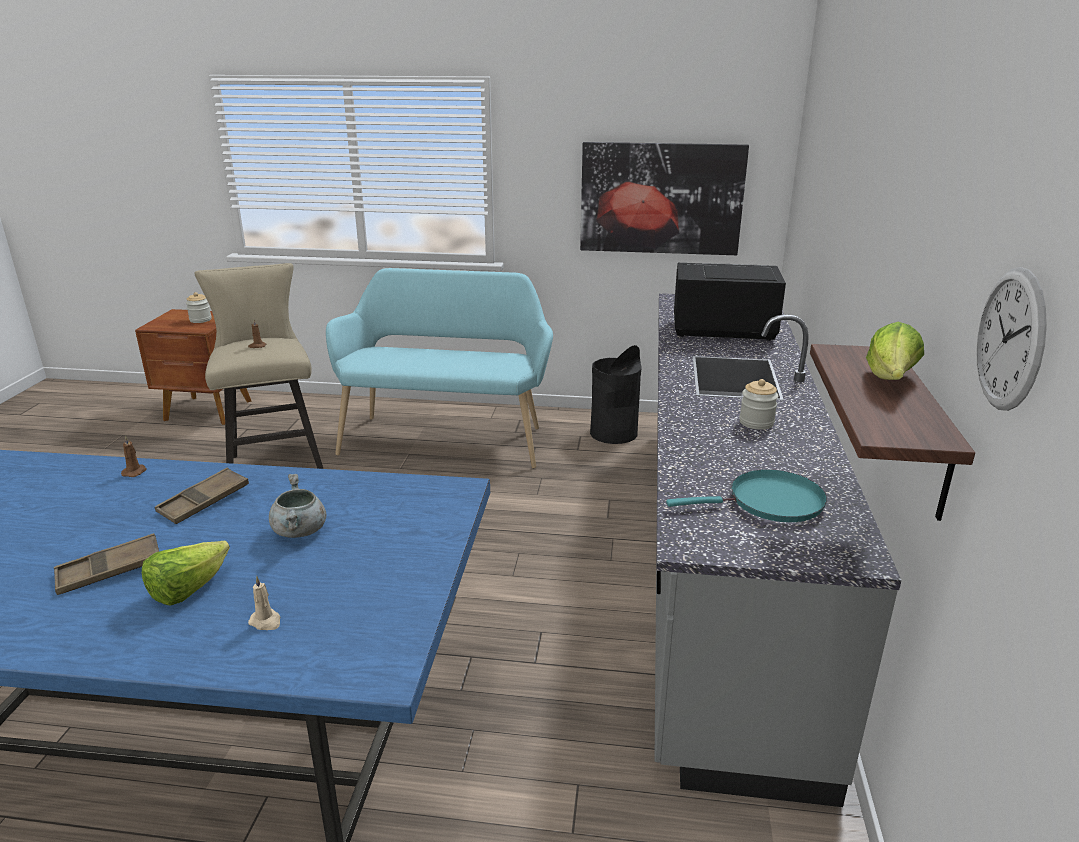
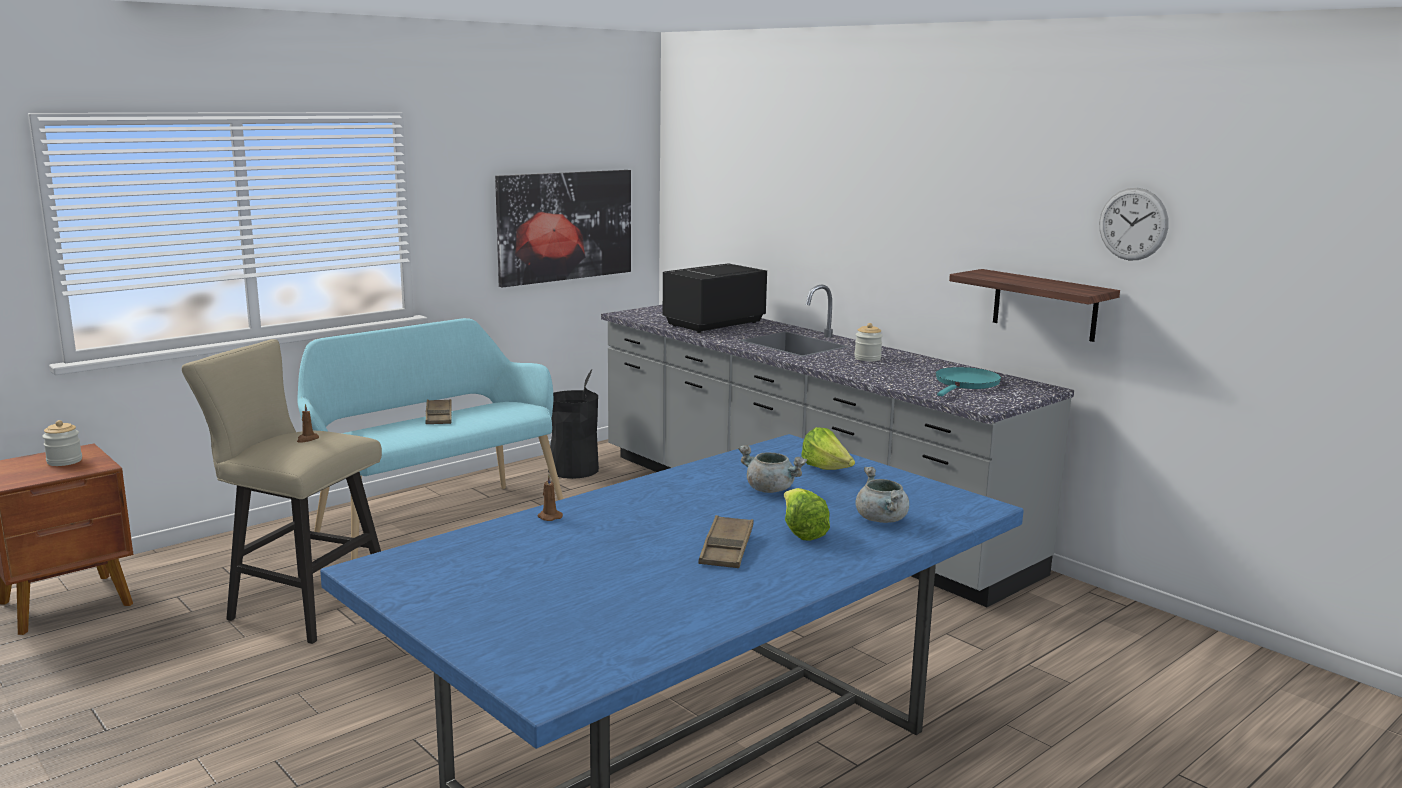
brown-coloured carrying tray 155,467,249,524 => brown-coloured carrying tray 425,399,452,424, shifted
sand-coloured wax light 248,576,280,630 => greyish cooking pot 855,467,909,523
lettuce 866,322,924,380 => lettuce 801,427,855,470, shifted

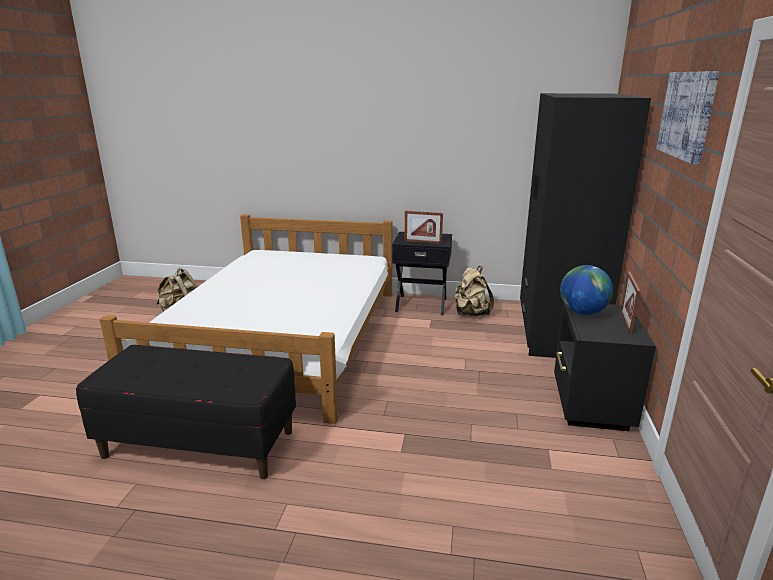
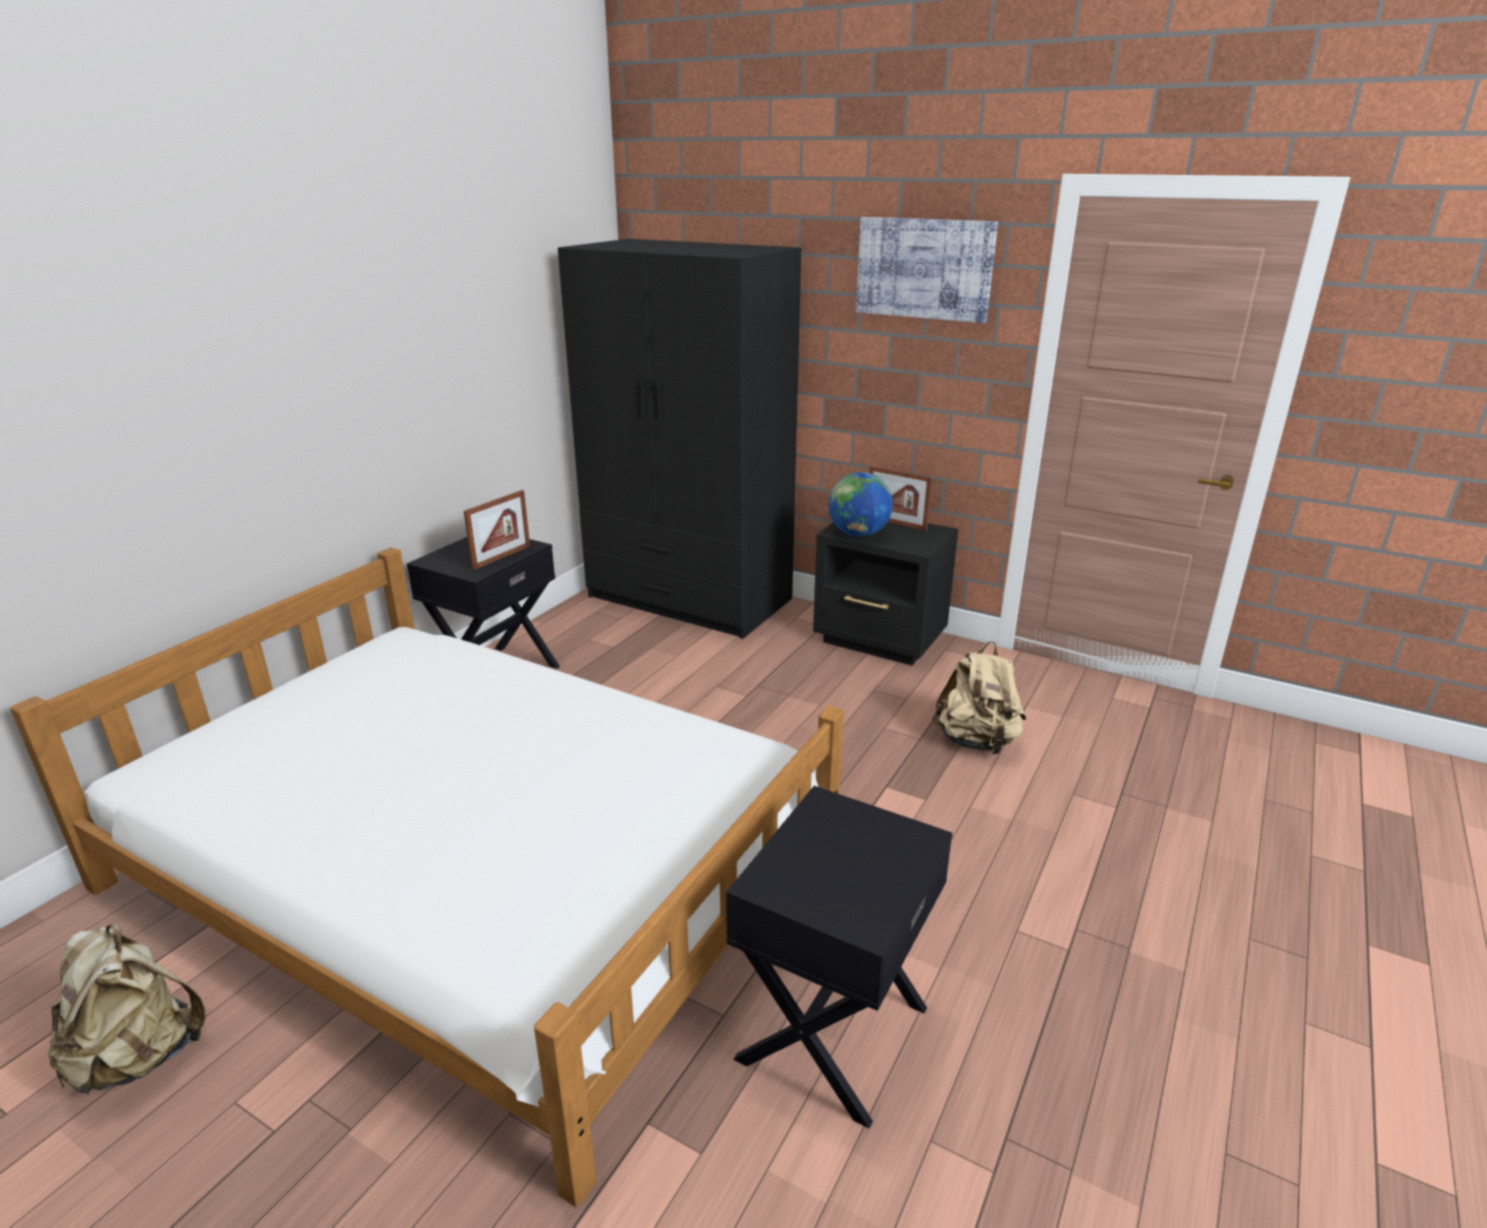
black-coloured bench 76,345,296,479 => black-coloured bedside table 726,786,953,1129
sand-coloured backpack 454,266,494,316 => sand-coloured backpack 932,641,1026,754, shifted

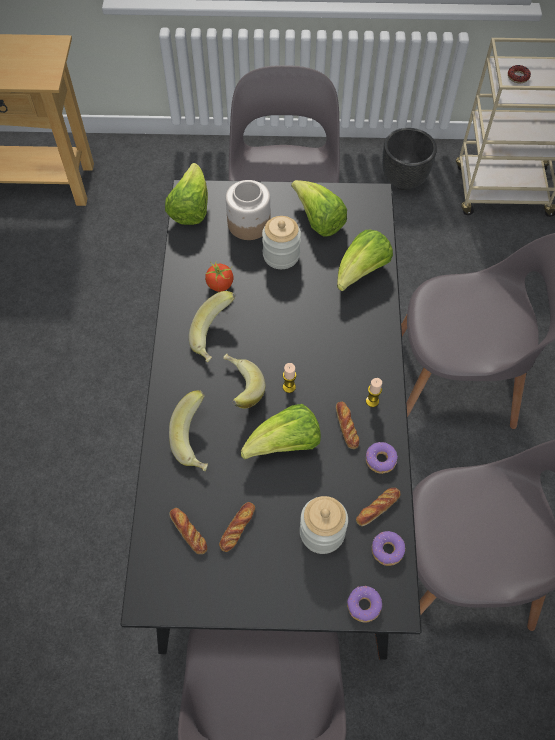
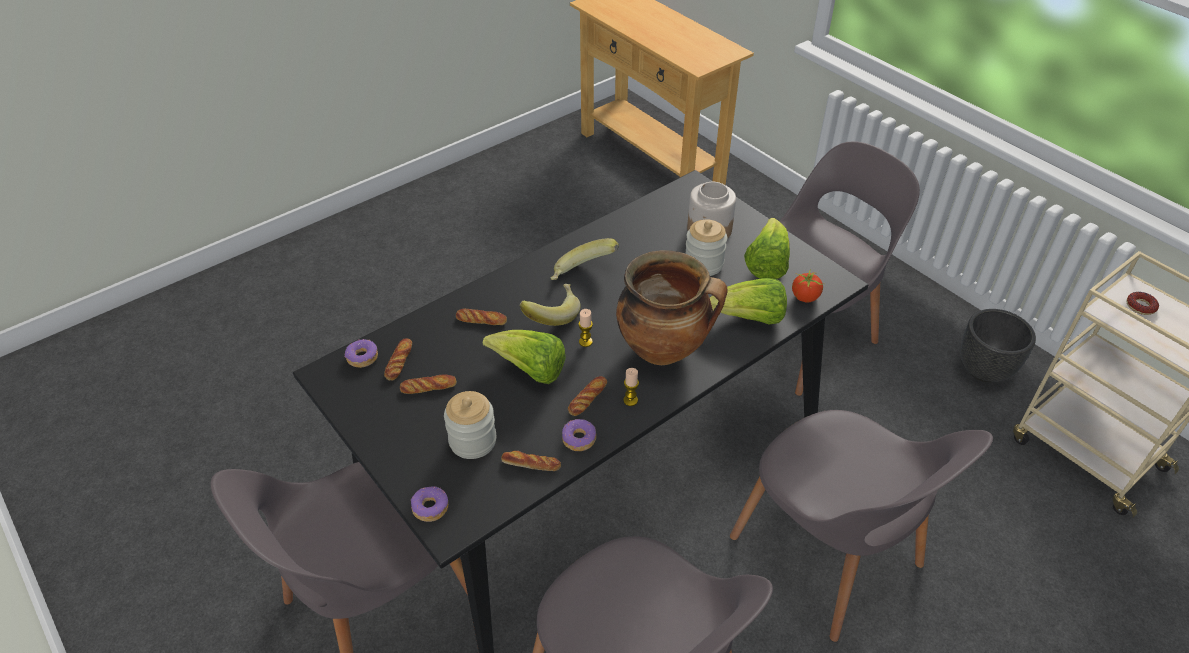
lettuce 165,163,208,225 => nothing
banana 169,390,208,471 => bakery bread 456,309,507,325
fresh tomato 205,261,233,292 => fresh tomato 792,271,823,302, shifted
doughnut 372,531,405,566 => doughnut 344,339,378,368, shifted
nothing => cooking pot 616,250,728,365

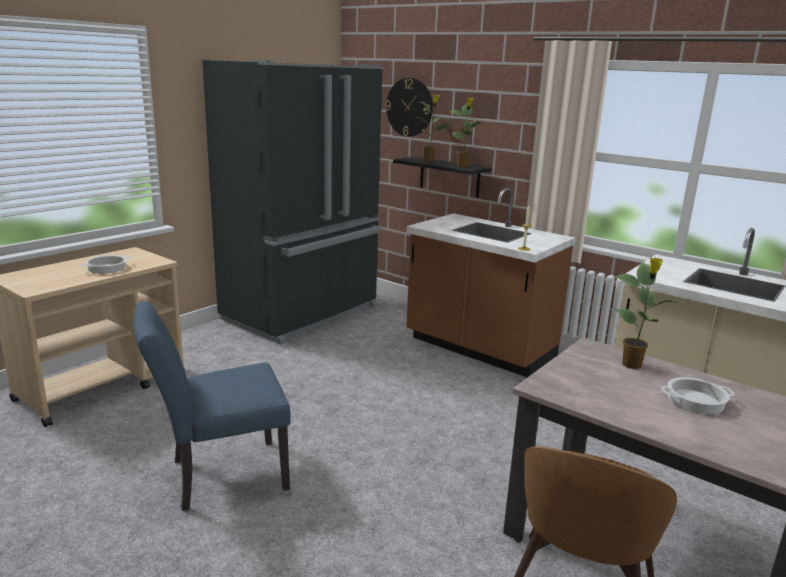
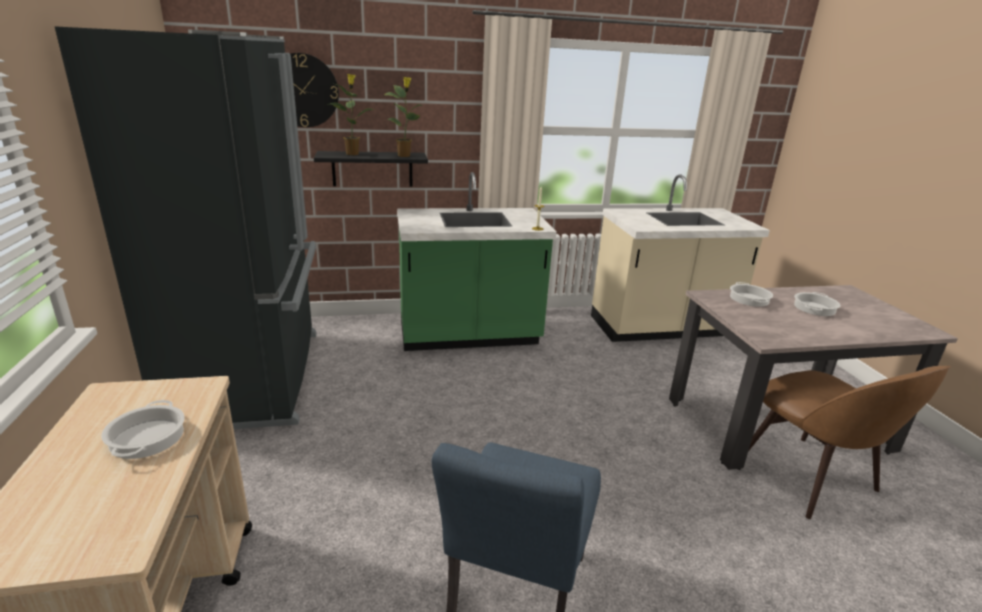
brown-coloured kitchen counter 406,188,576,377 => green-coloured kitchen counter 397,172,557,351
potted plant 614,258,678,369 => cooking pot 730,282,773,307

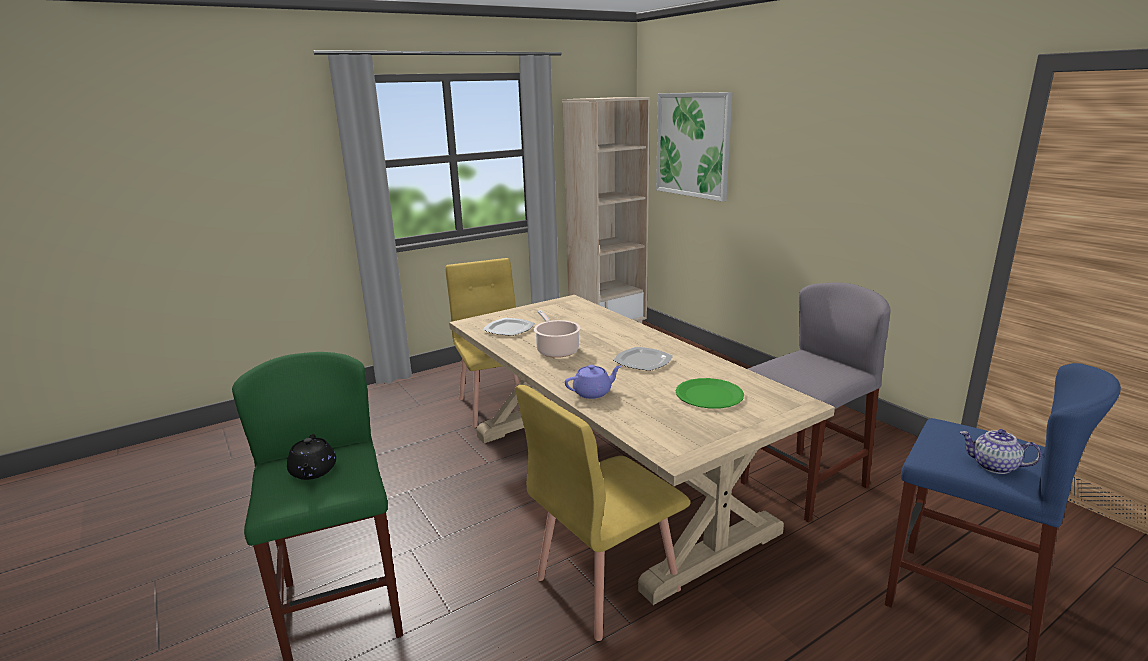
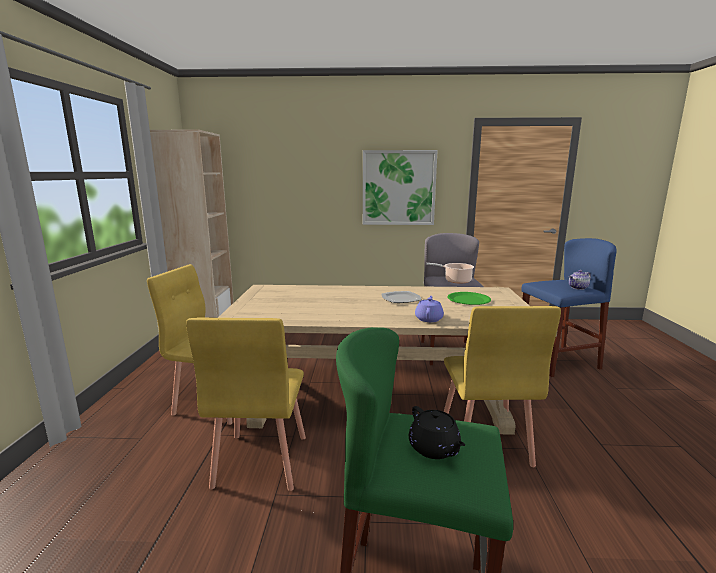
black-coloured tea pot 287,434,336,480 => black-coloured tea pot 409,406,465,459, 45 degrees clockwise
flat dish 483,318,535,336 => nothing
cooking pot 534,310,581,358 => cooking pot 426,263,474,284, shifted
wall art 656,92,733,202 => wall art 363,150,438,225, shifted
nothing => yellow upright chair 186,317,306,491

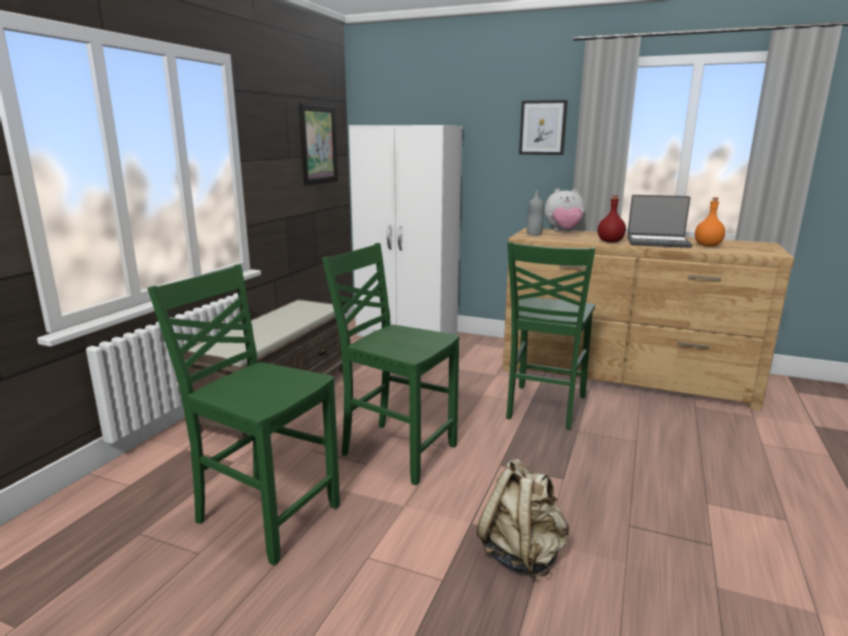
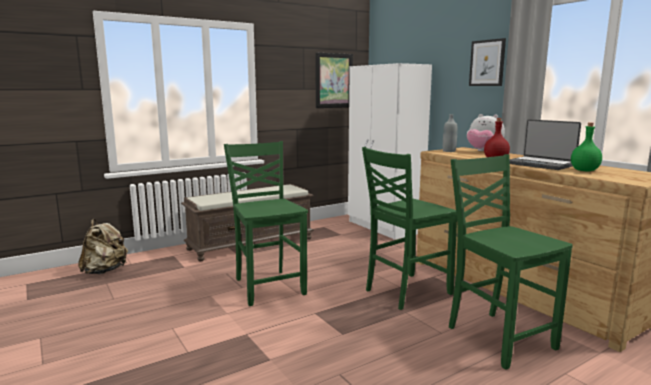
green-coloured upright chair 147,265,340,565 => green-coloured upright chair 449,154,573,370, shifted
sand-coloured backpack 477,459,569,578 => sand-coloured backpack 78,219,128,274, shifted
orange-coloured drink bottle 695,197,725,246 => green-coloured drink bottle 571,123,602,171

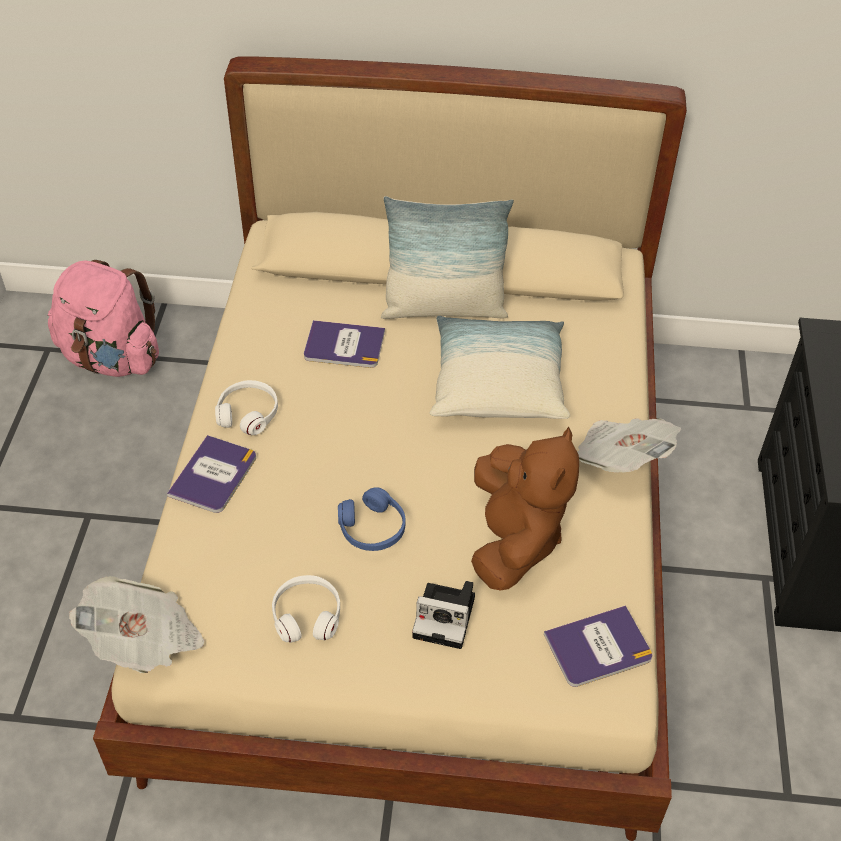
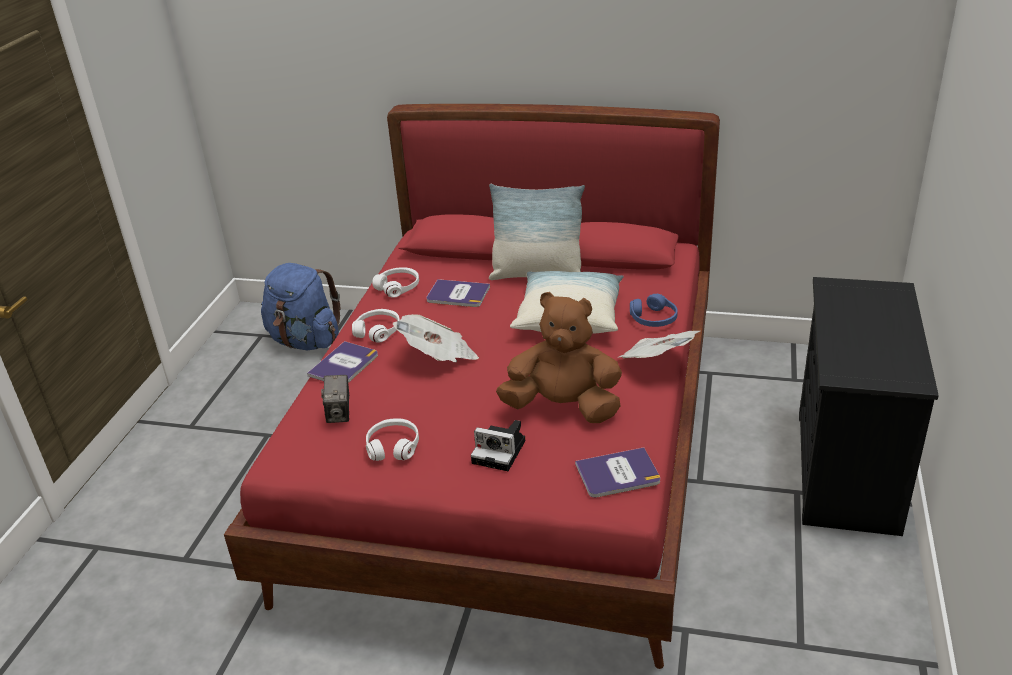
pink-coloured backpack 48,260,159,377 => bluish backpack 261,263,341,350
newspaper 69,576,205,673 => newspaper 393,314,479,363, shifted
sand-coloured sleeping bed 93,57,687,841 => reddish sleeping bed 224,104,720,669
bluish headphones 338,487,405,551 => bluish headphones 630,294,678,327, shifted
brown-coloured plush toy 471,427,579,590 => brown-coloured plush toy 496,292,622,423, 90 degrees counterclockwise
nothing => photo camera 321,375,349,423
nothing => whitish headphones 372,267,419,298

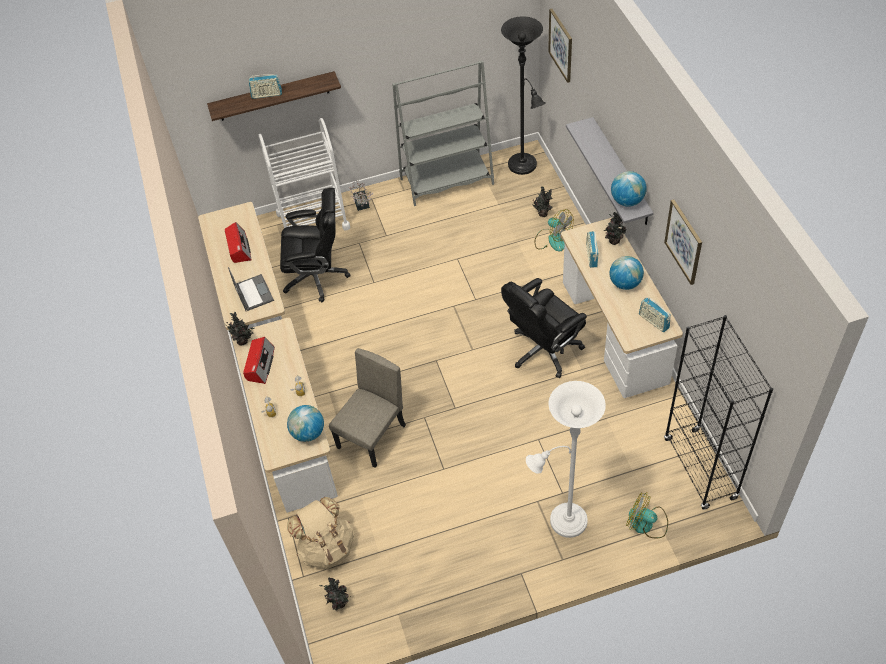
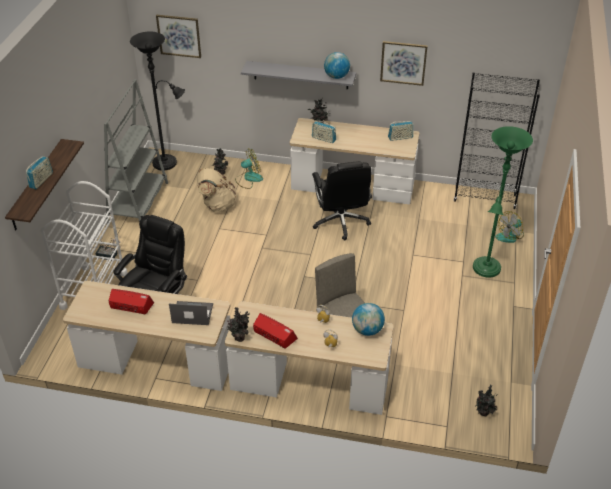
sand-coloured backpack 287,497,354,569 => sand-coloured backpack 197,168,236,212, shifted
whitish floor lamp 526,381,606,538 => green-coloured floor lamp 473,126,533,278
desk globe 610,256,644,290 => nothing

